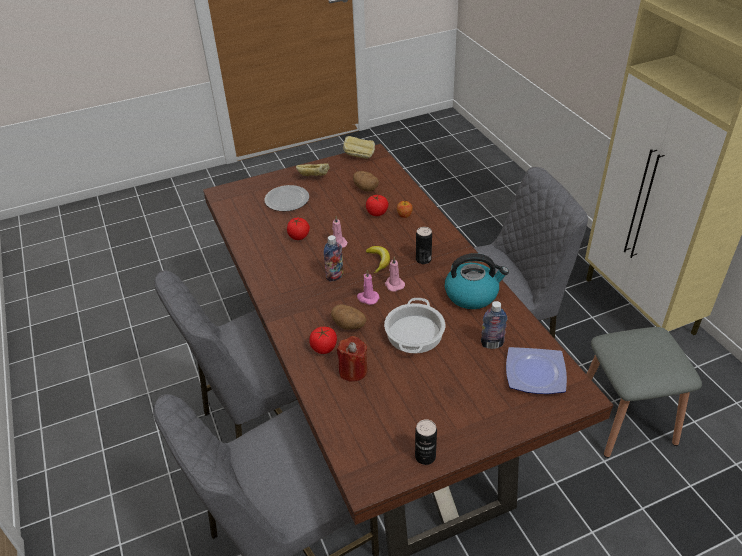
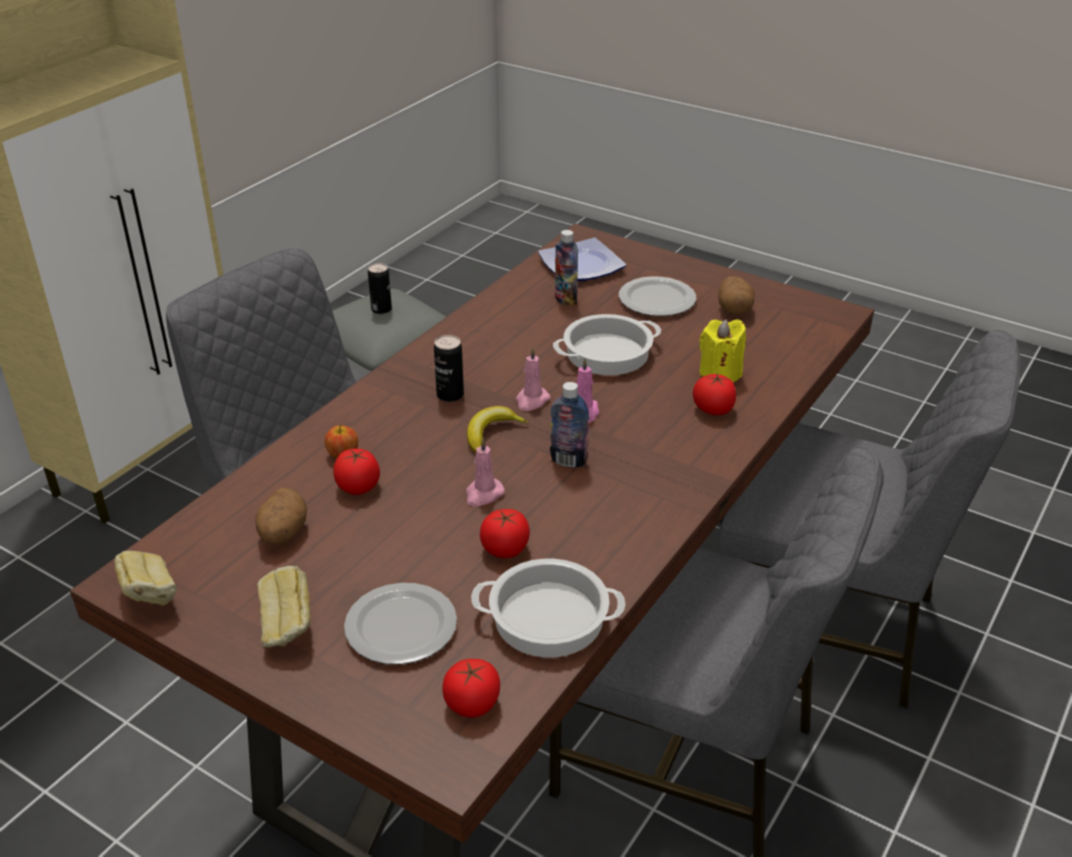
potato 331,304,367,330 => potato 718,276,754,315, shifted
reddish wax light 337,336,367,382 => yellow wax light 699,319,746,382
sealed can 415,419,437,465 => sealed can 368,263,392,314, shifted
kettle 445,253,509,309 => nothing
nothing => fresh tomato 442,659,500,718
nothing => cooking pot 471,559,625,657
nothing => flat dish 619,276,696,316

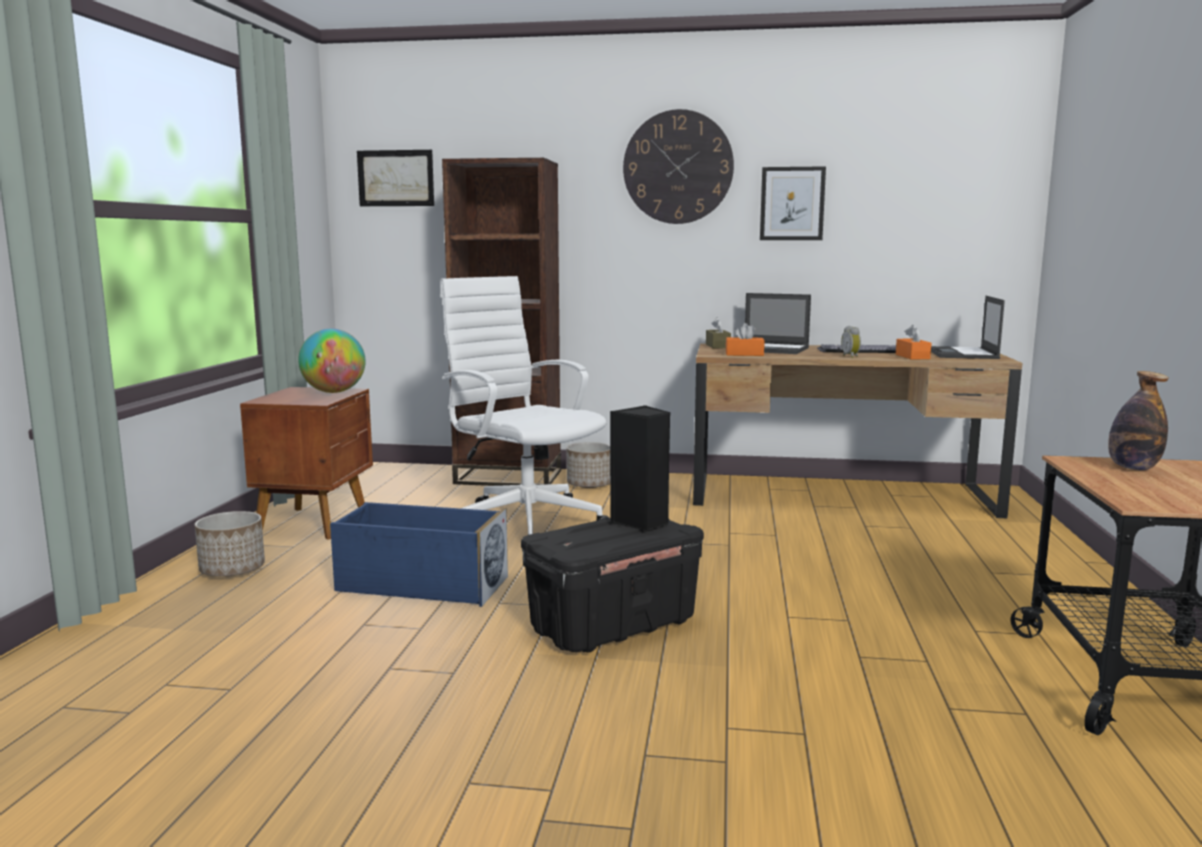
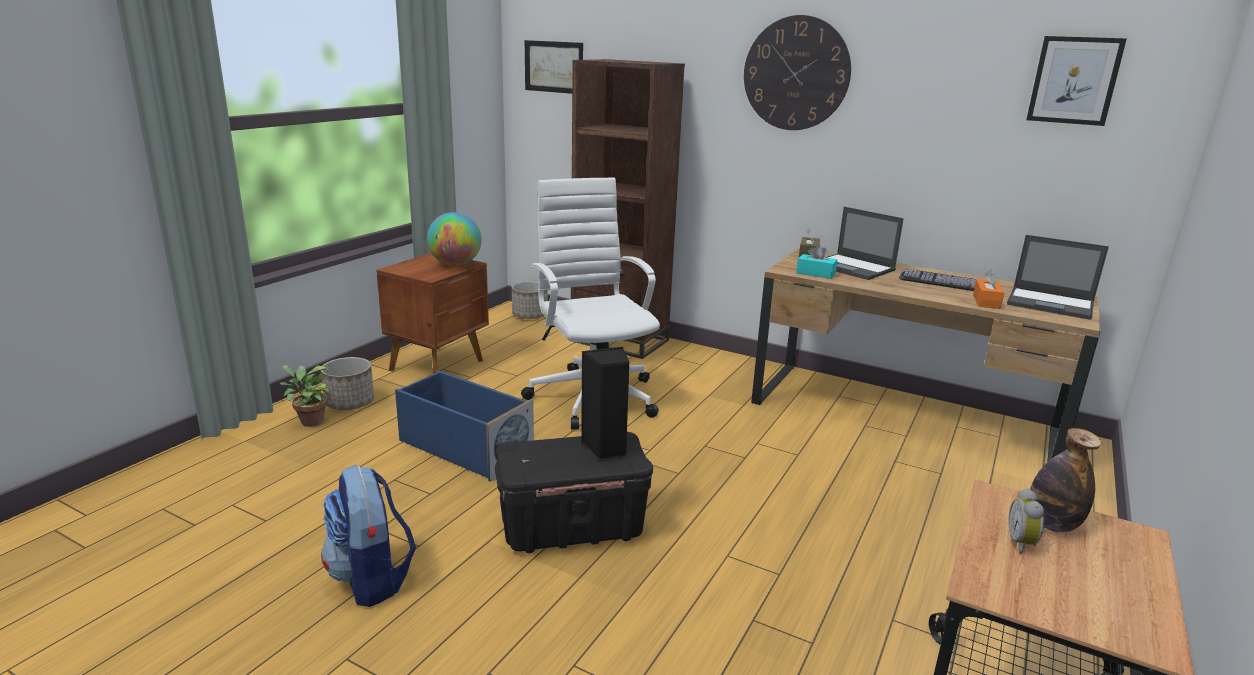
flower pot 567,442,610,488 => flower pot 512,282,548,319, shifted
orange-coloured tissue holder 726,323,765,356 => blue-green tissue holder 796,244,838,279
wall art 760,166,826,240 => wall art 1026,36,1127,126, shifted
bedside clock 841,326,861,358 => bedside clock 1008,488,1044,554, shifted
laptop 931,296,1005,359 => laptop 1007,235,1109,320, 90 degrees counterclockwise
nothing => potted plant 280,365,329,427
nothing => backpack 321,465,416,607

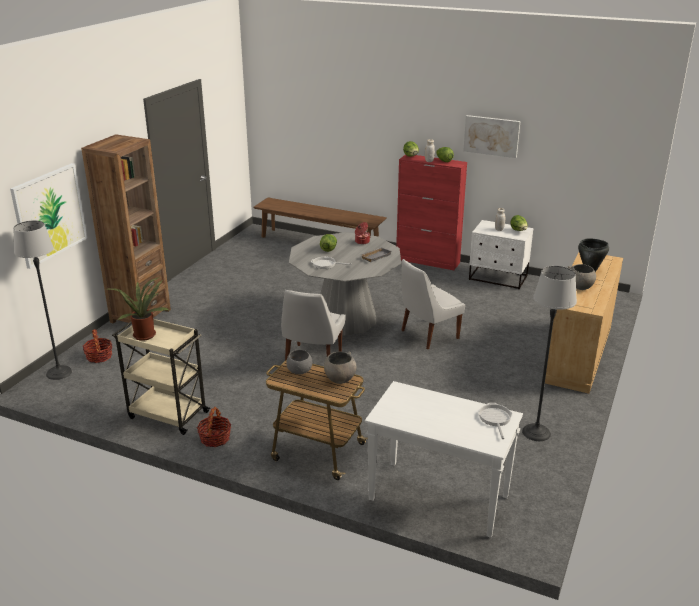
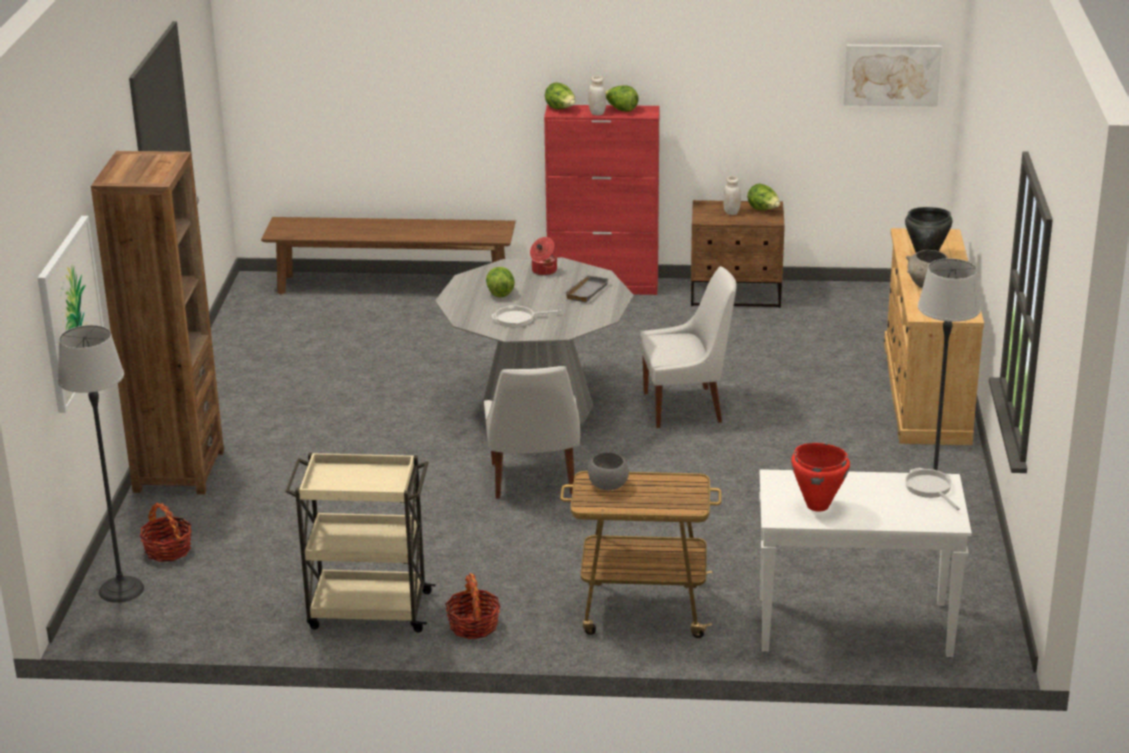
potted plant 109,277,170,341 => nothing
greyish bowl 324,351,357,384 => nothing
whitish upright chair 402,259,465,349 => whitish upright chair 640,266,737,428, 135 degrees counterclockwise
wall art 463,115,520,158 => wall art 844,44,942,106, shifted
whitish bedside table 469,220,533,289 => brown-coloured bedside table 691,200,785,308
nothing => reddish cooking pot 791,443,850,512

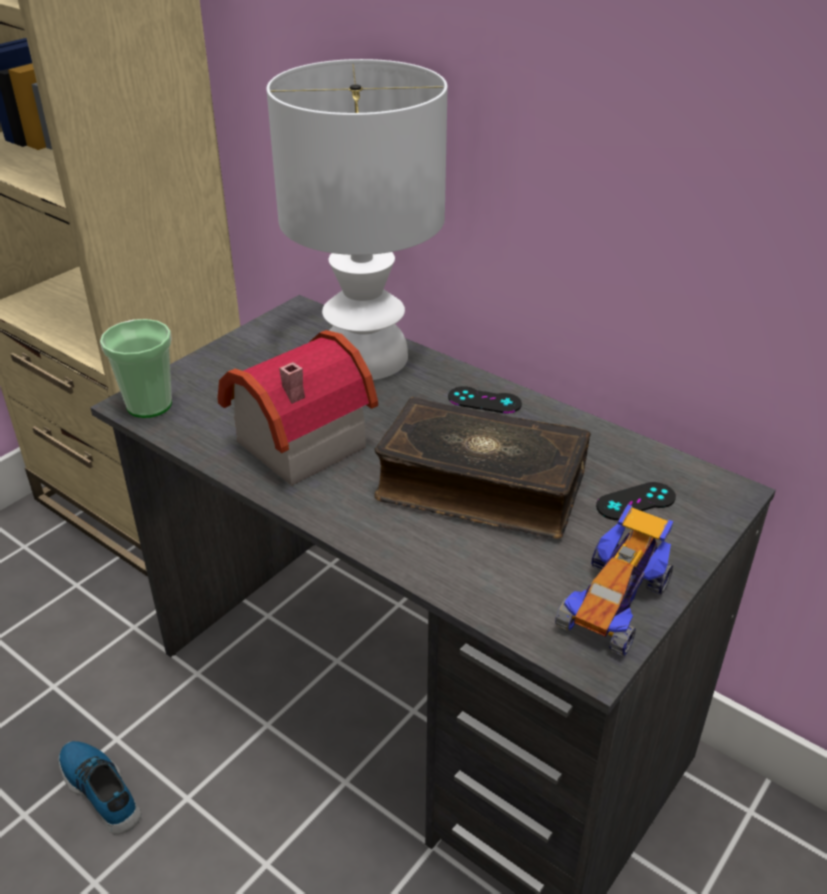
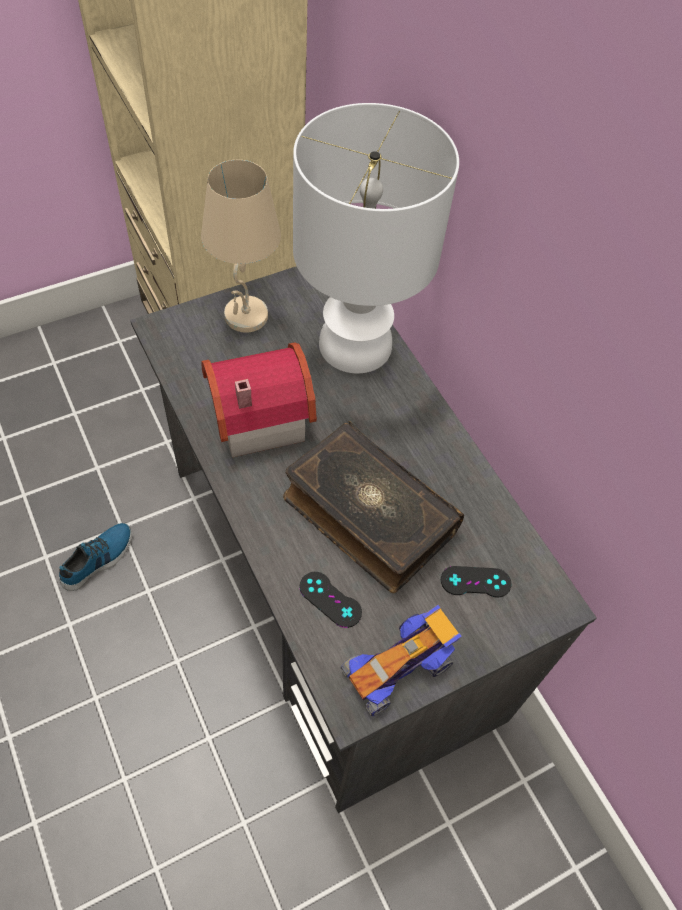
low shoe 58,741,141,835 => low shoe 59,523,132,591, 60 degrees clockwise
small cup 100,319,172,418 => nothing
black-coloured joypad 448,386,522,414 => black-coloured joypad 299,572,362,628, shifted
nothing => sand-coloured table lamp 201,160,281,333

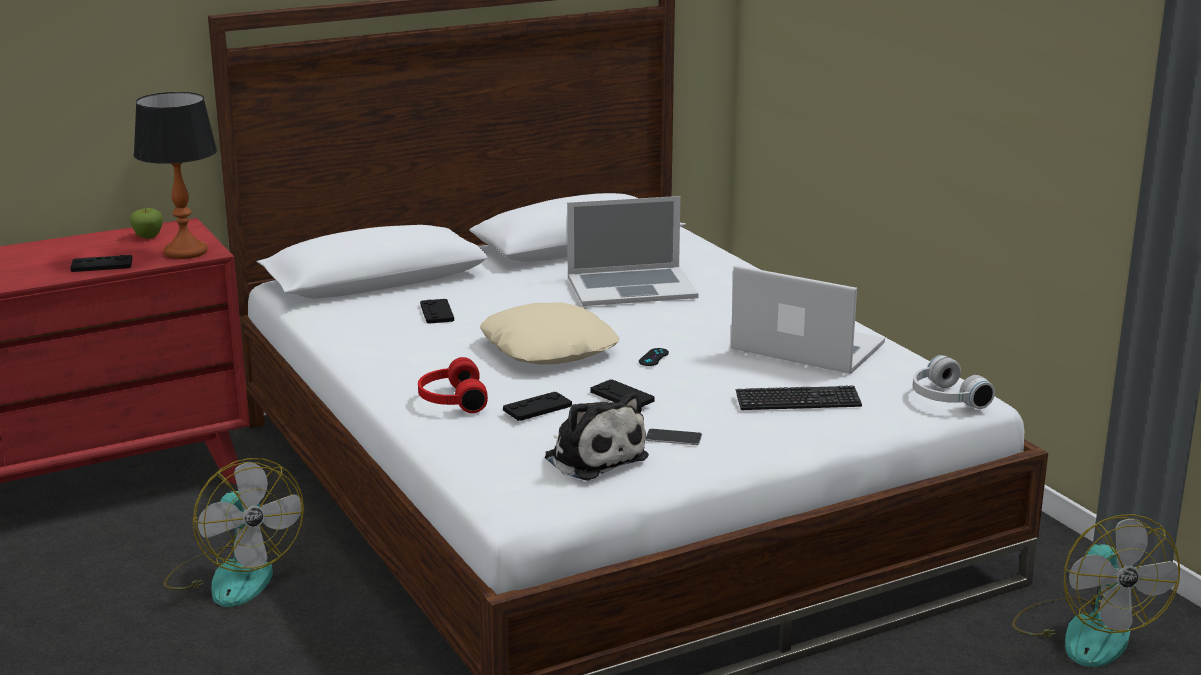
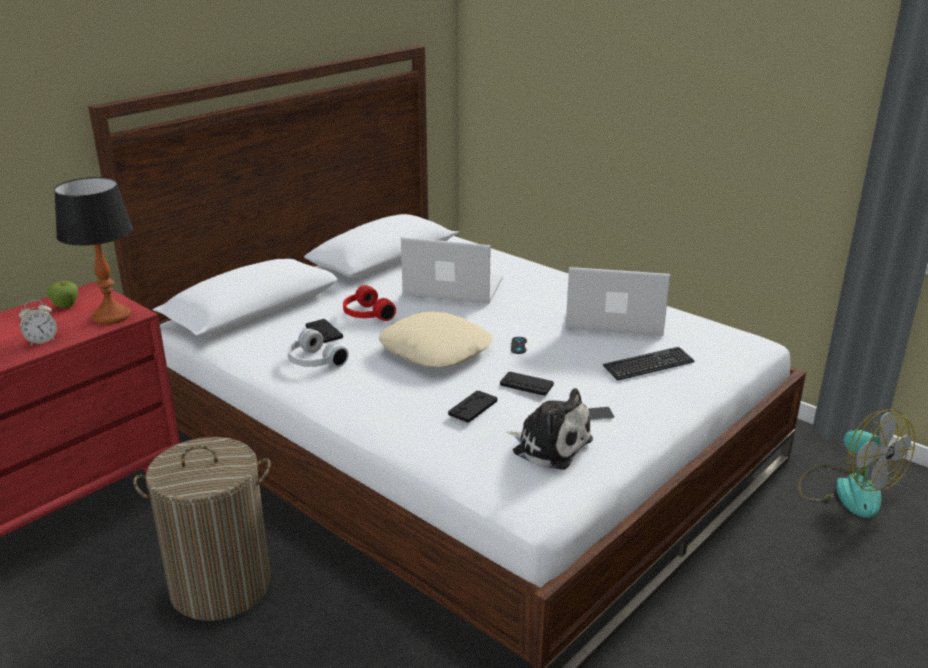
black-coloured joypad 71,255,132,272 => bedside clock 19,300,57,346
fan 163,458,304,607 => washing basket 133,437,271,621
reddish headphones 418,357,488,413 => reddish headphones 343,285,396,321, shifted
laptop 567,196,699,306 => laptop 401,237,503,304, 135 degrees counterclockwise
whitish headphones 913,355,995,409 => whitish headphones 288,328,349,367, shifted

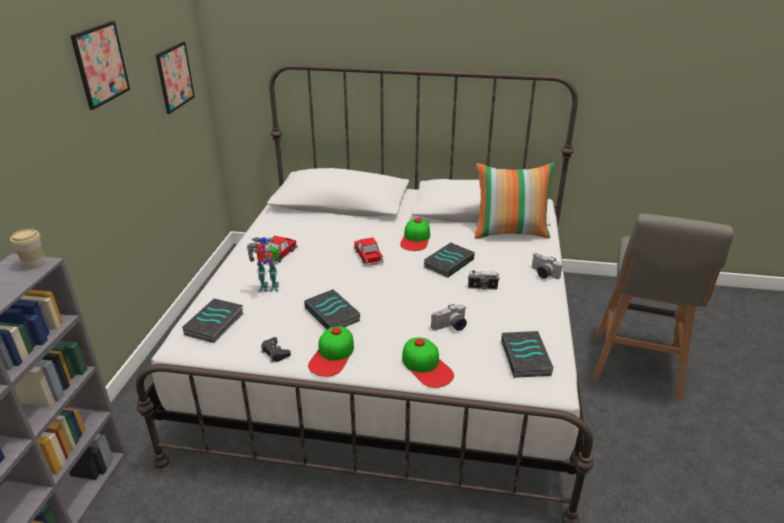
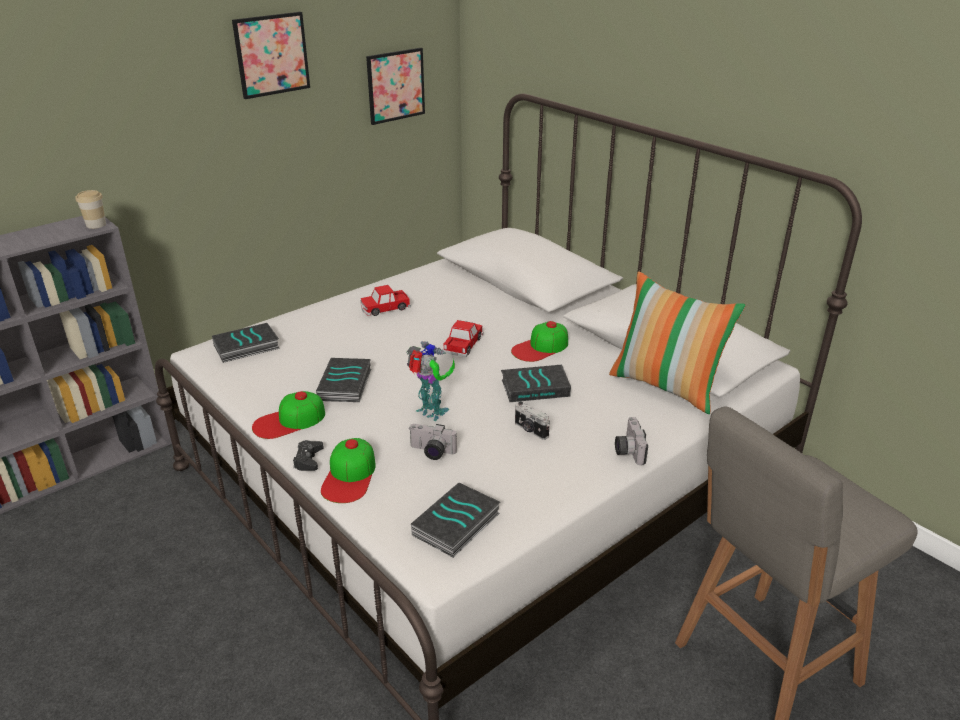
robot figure 247,237,280,292 => robot figure 406,341,455,421, shifted
black-coloured joypad 261,337,291,363 => black-coloured joypad 293,440,324,471, shifted

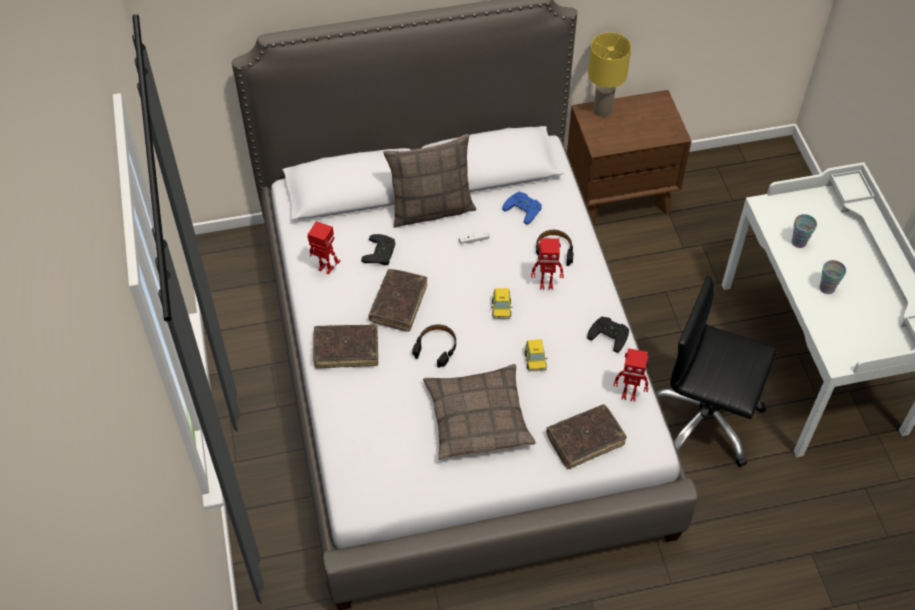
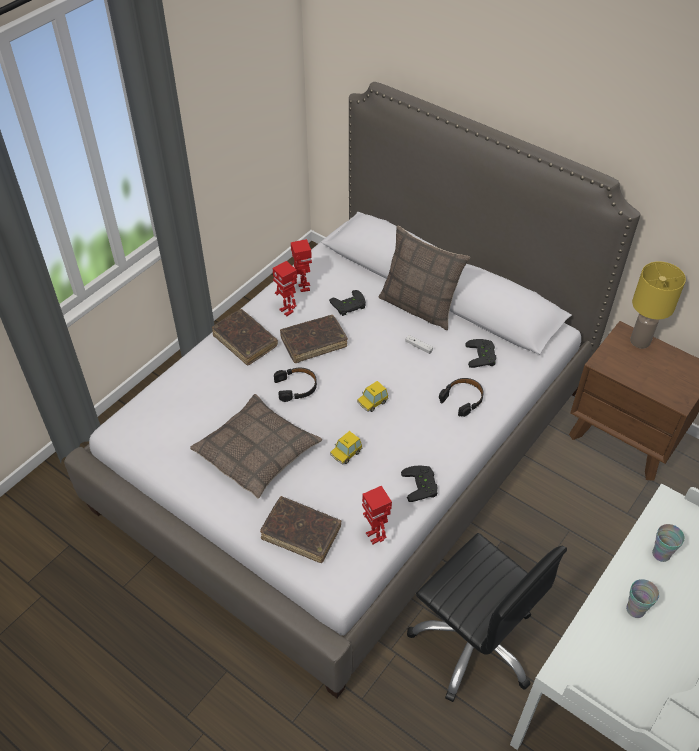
bluish joypad 502,192,542,225 => black-coloured joypad 466,339,496,368
robot figure 531,238,564,290 => robot figure 272,261,297,317, shifted
black-coloured office chair 656,276,777,467 => black-coloured office chair 407,533,567,702, 150 degrees clockwise

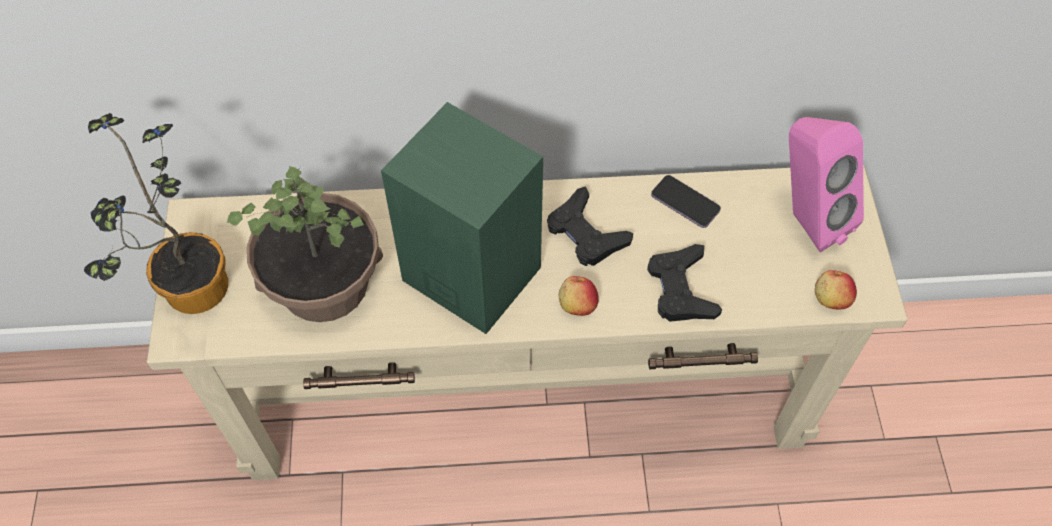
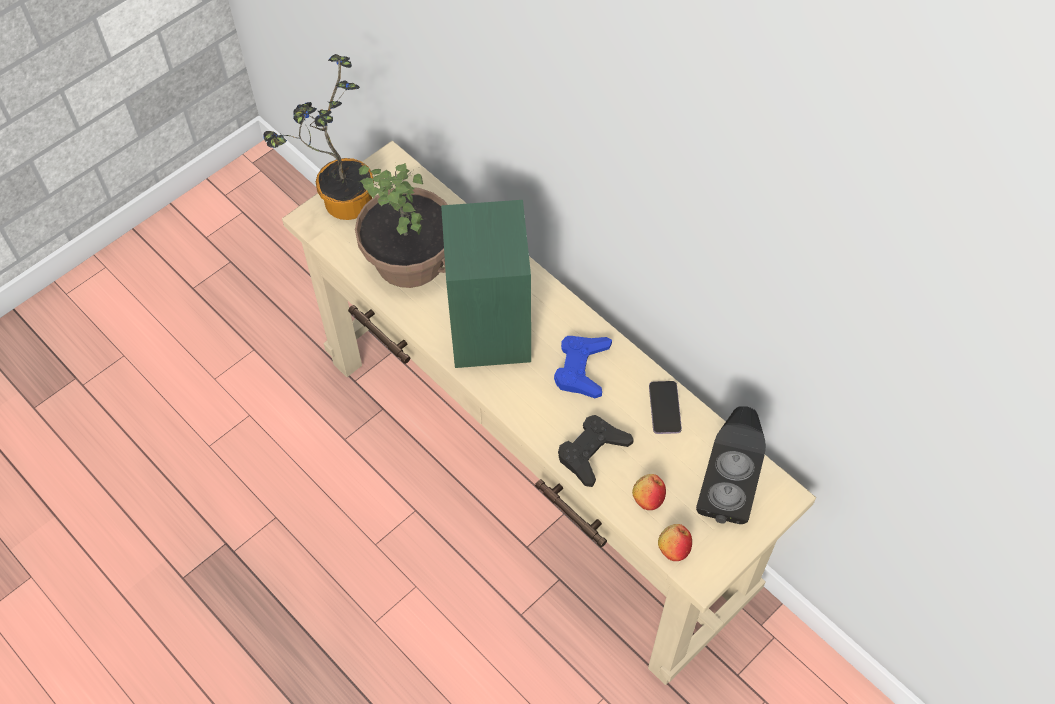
black-coloured joypad 547,186,633,266 => bluish joypad 554,336,612,398
apple fruit 559,276,599,316 => apple fruit 632,474,666,510, shifted
pink-coloured loudspeaker 789,117,864,252 => black-coloured loudspeaker 696,406,766,524

